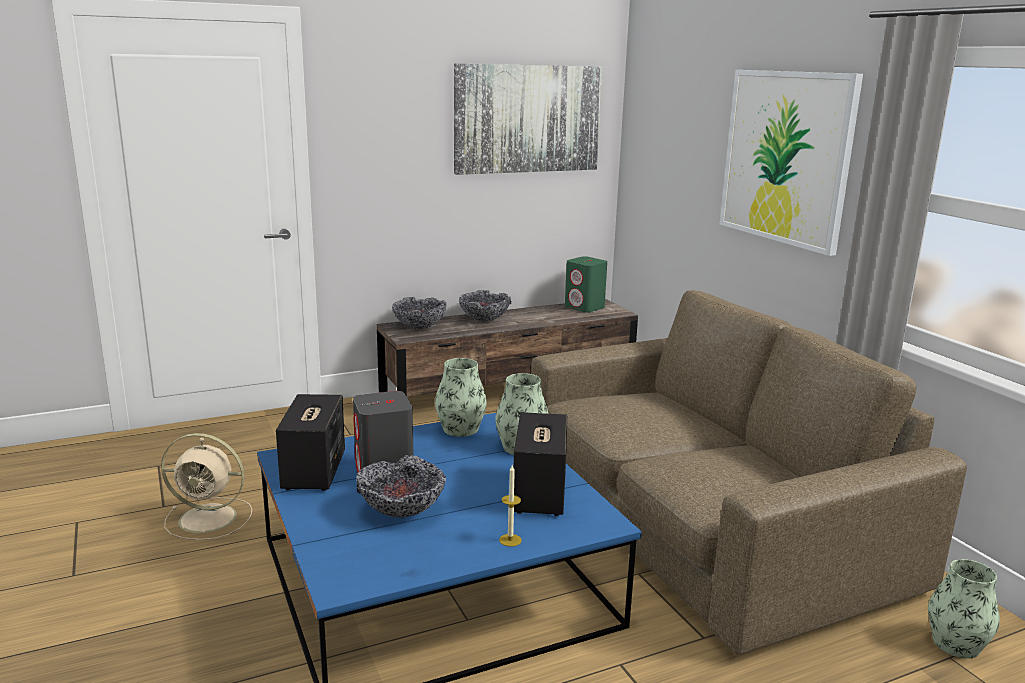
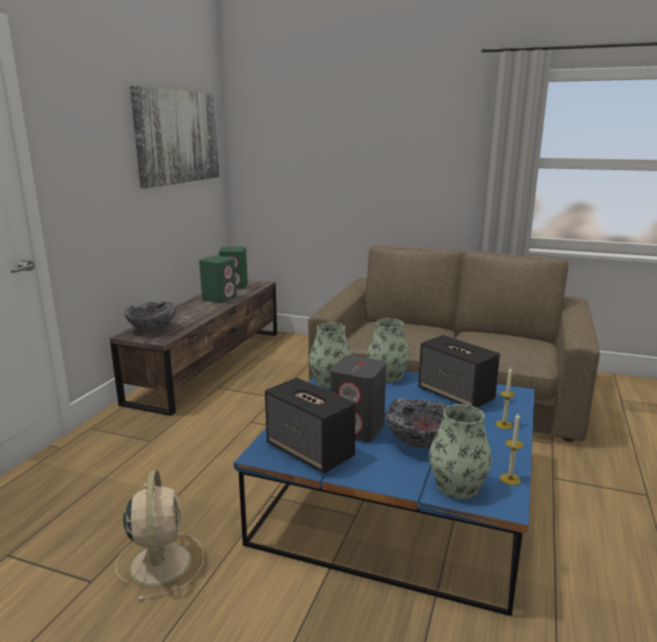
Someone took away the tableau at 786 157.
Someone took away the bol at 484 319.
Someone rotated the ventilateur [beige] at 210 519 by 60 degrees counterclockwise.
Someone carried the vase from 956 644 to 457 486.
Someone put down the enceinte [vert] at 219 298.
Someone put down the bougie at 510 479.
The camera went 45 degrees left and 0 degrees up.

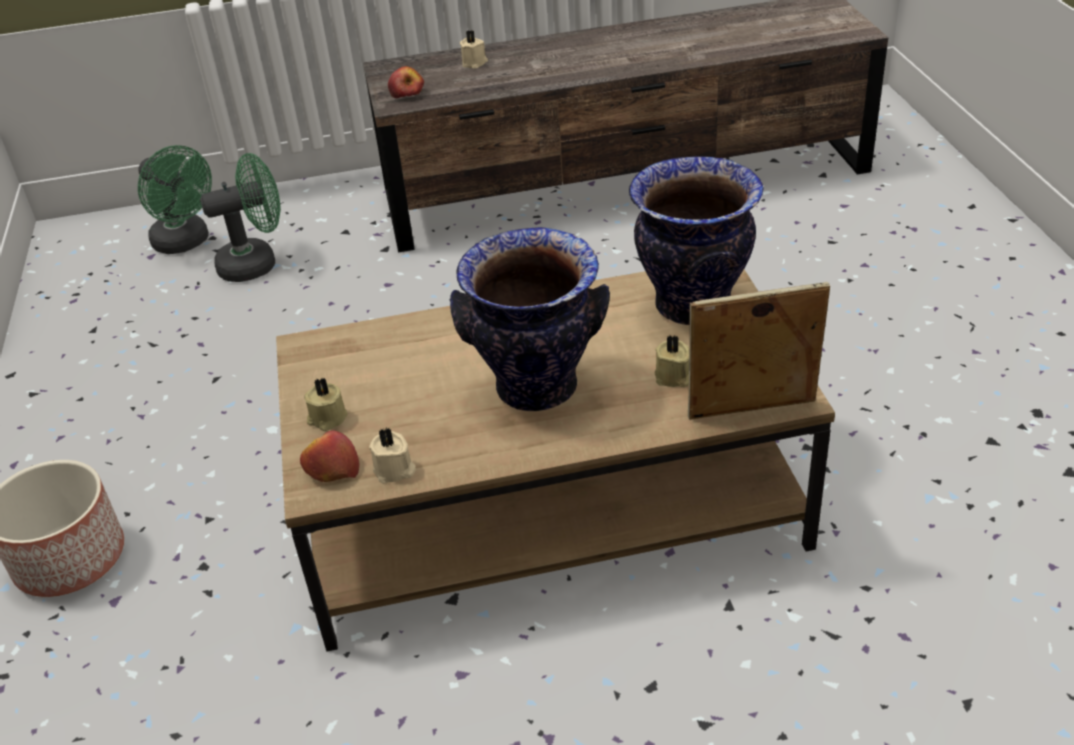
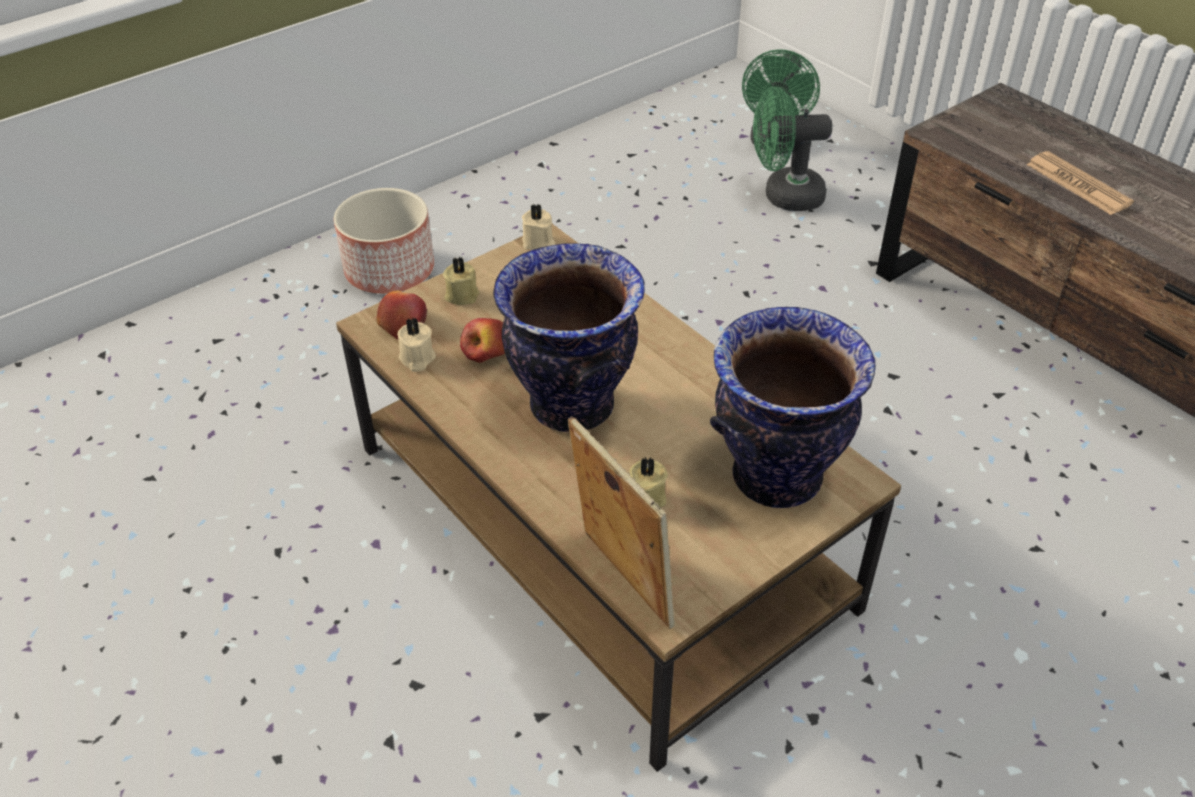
Someone carried the bougie [beige] from 475 63 to 538 243.
Someone carried the pomme from 407 93 to 488 351.
Someone rotated the ventilateur [vert] at 257 263 by 135 degrees clockwise.
Someone put down the journal at 1078 184.
The camera went 60 degrees right and 5 degrees up.

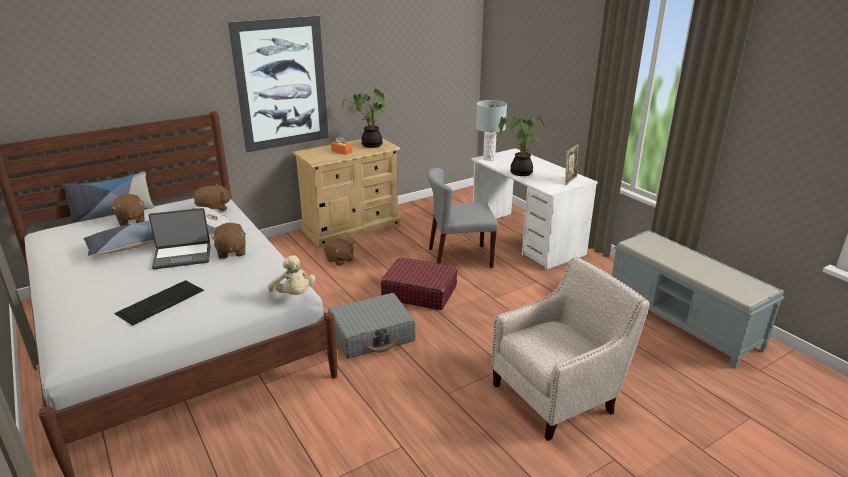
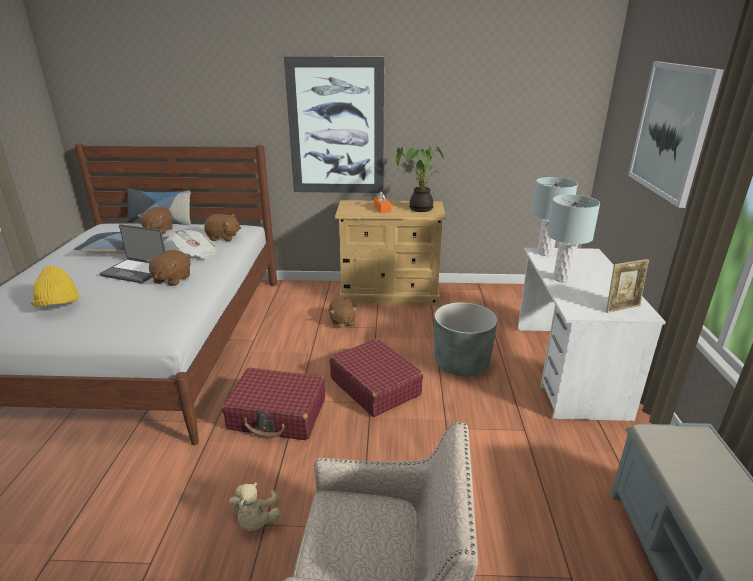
Someone swapped the plante en pot at 519 172 for the lampe de table [gris] at 561 279.
Someone swapped the chaise [gris] at 459 258 for the cache-pot [gris] at 461 363.
Someone carried the peluche [beige] from 294 295 to 256 521.
Someone swapped the clavier at 161 301 for the chapeau [jaune] at 59 306.
Someone repainted the valise [gris] at 372 335, which became the valise [rouge] at 278 414.
Someone put up the tableau at 671 130.
The camera went 35 degrees right and 0 degrees up.

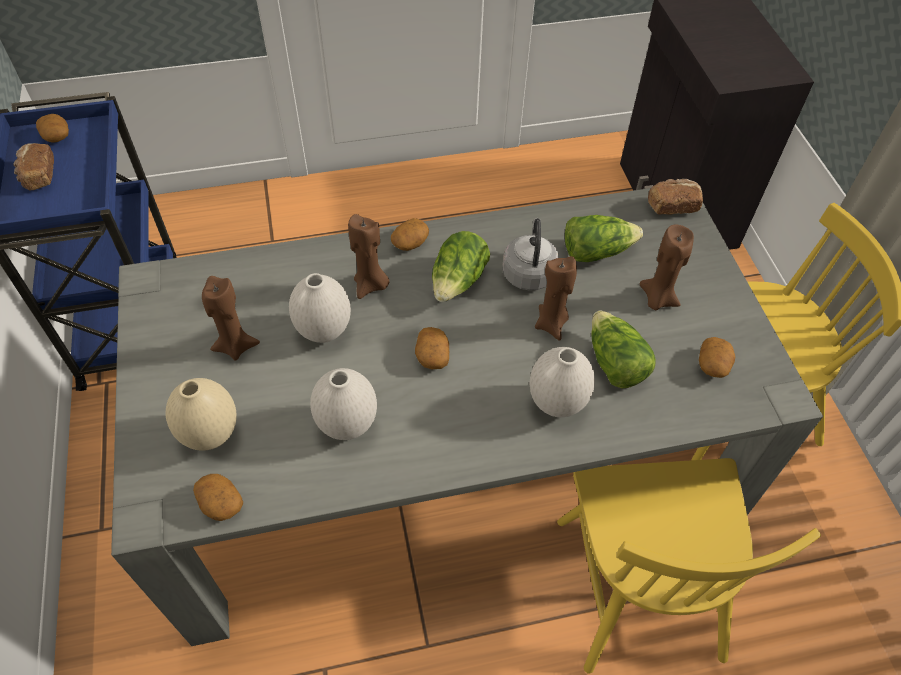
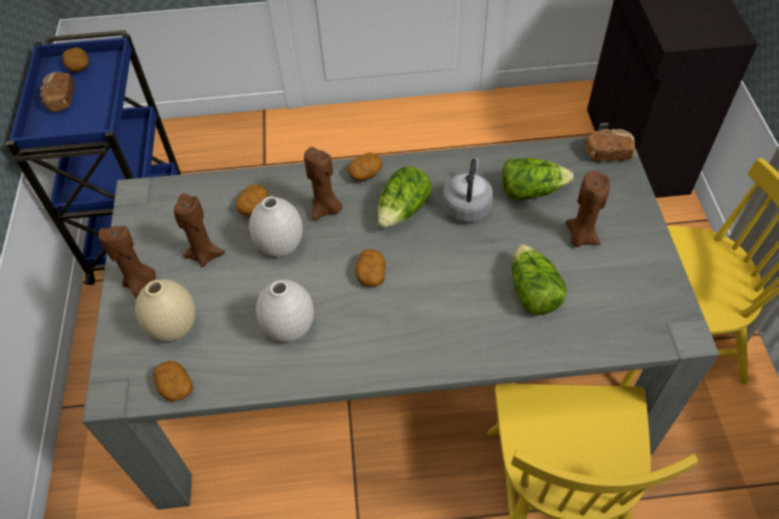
Someone carried the bougie [marron] from 551 324 to 140 283.
Someone carried the pomme de terre from 713 365 to 254 207.
Someone took away the vase [blanc] at 556 403.
The camera went 10 degrees right and 0 degrees up.

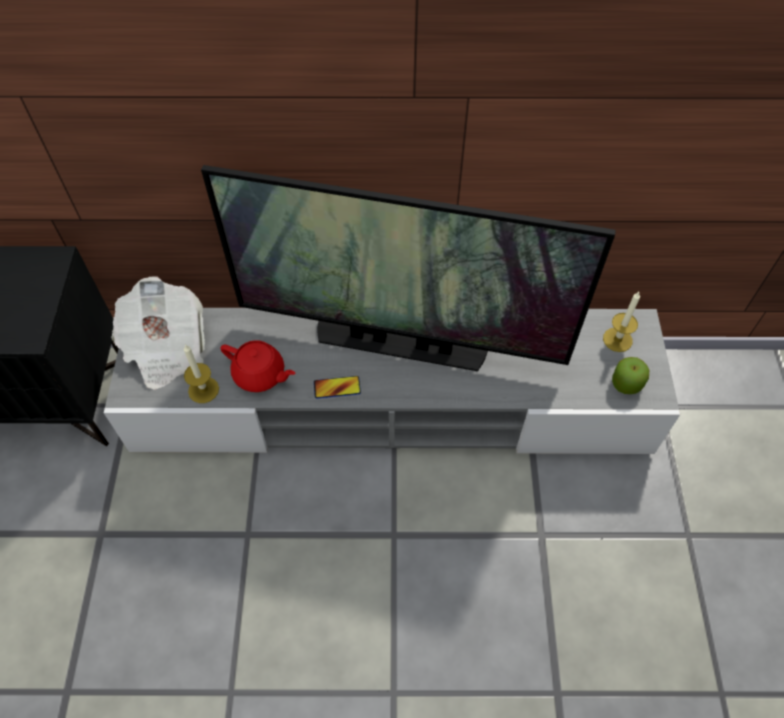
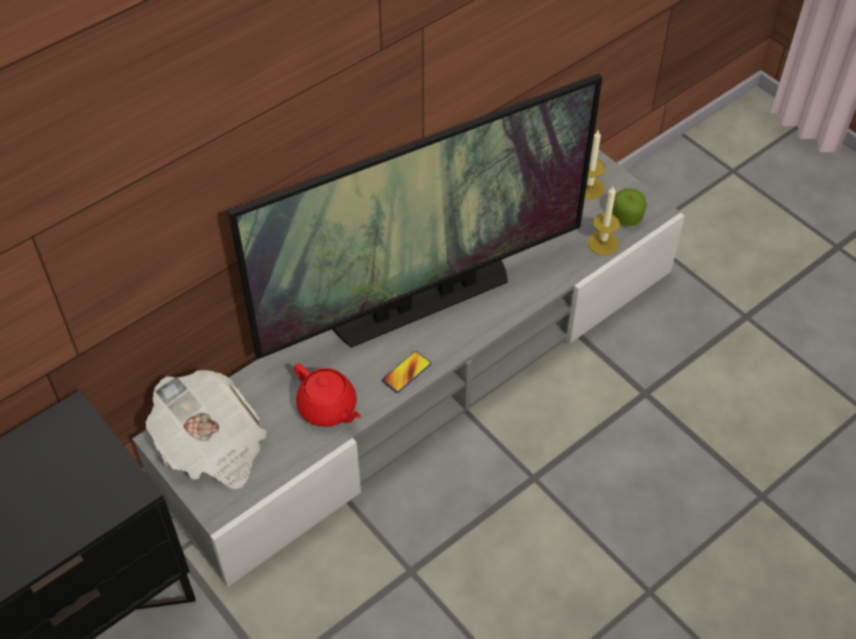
Someone rotated the théière [rouge] at 260 375 by 60 degrees clockwise.
Someone carried the bougie from 203 390 to 603 243.
The camera went 40 degrees left and 5 degrees down.

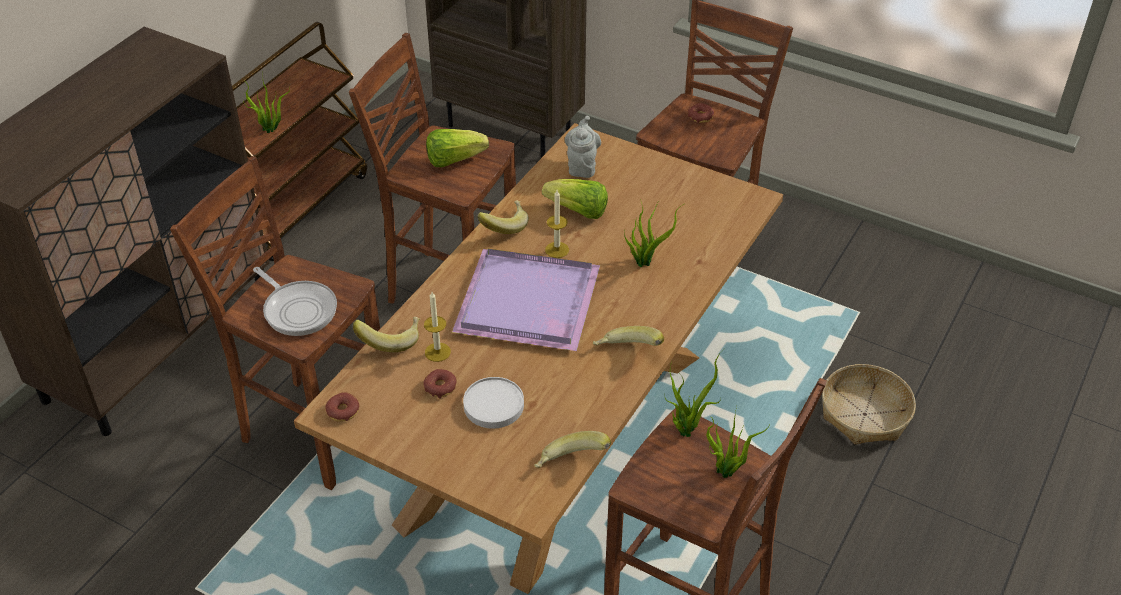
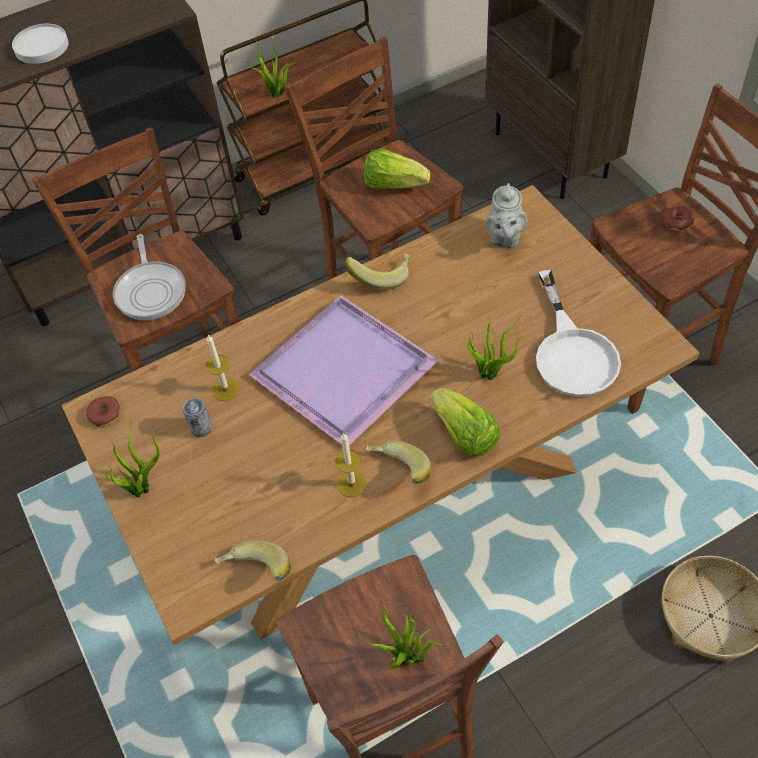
Someone rotated the théière [gris] at 582 166 by 150 degrees clockwise.
Someone carried the laitue from 578 211 to 464 435.
Someone carried the bougie from 557 250 to 352 484.
Someone took away the banane at 390 340.
Someone carried the plante en pot from 686 428 to 143 487.
Someone swapped the beignet at 440 387 for the boîte métallique at 201 428.
Someone carried the assiette [blanc] from 493 405 to 41 46.
Someone put down the poêle [blanc] at 572 352.
The camera went 35 degrees right and 10 degrees up.

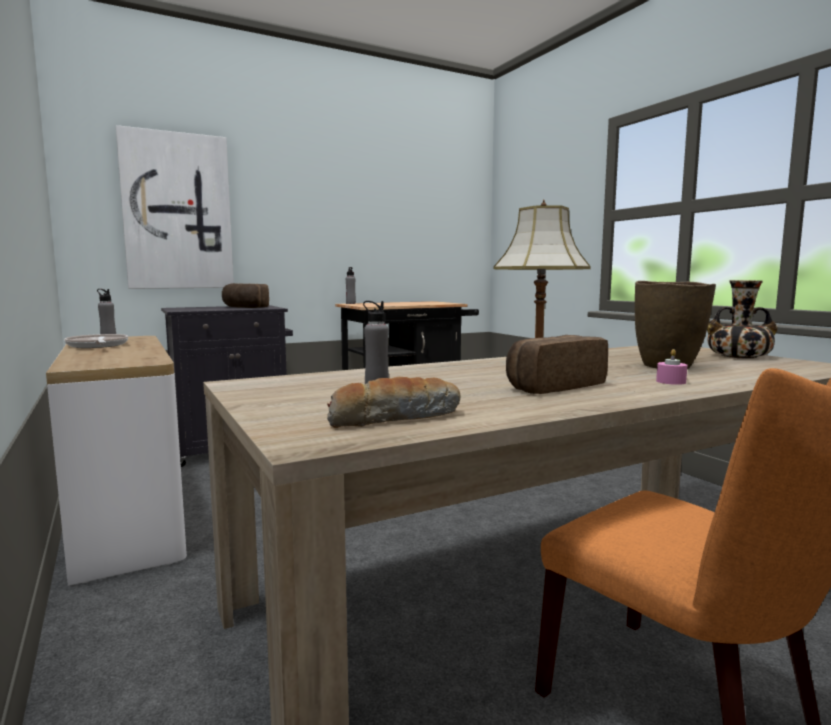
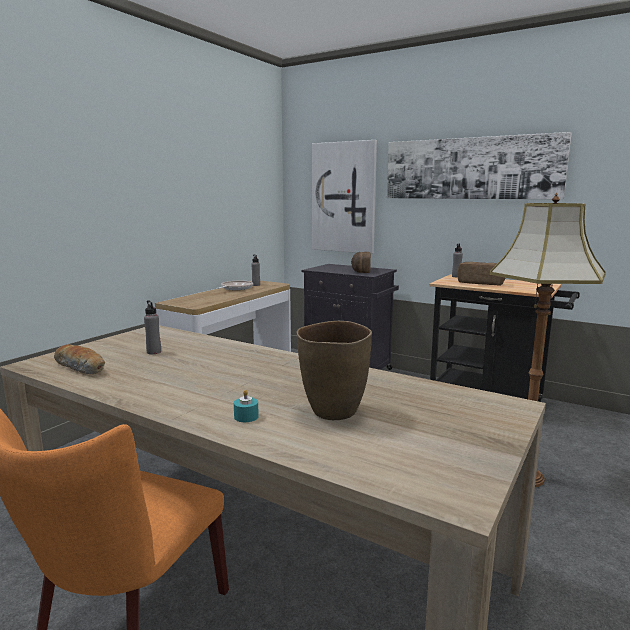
Someone took away the vase at 740 356.
Someone carried the pain from 552 386 to 481 283.
Someone repainted the bougie [rose] at 671 381, which became the bougie [turquoise] at 246 417.
Someone put up the tableau at 470 168.
The camera went 60 degrees right and 5 degrees up.

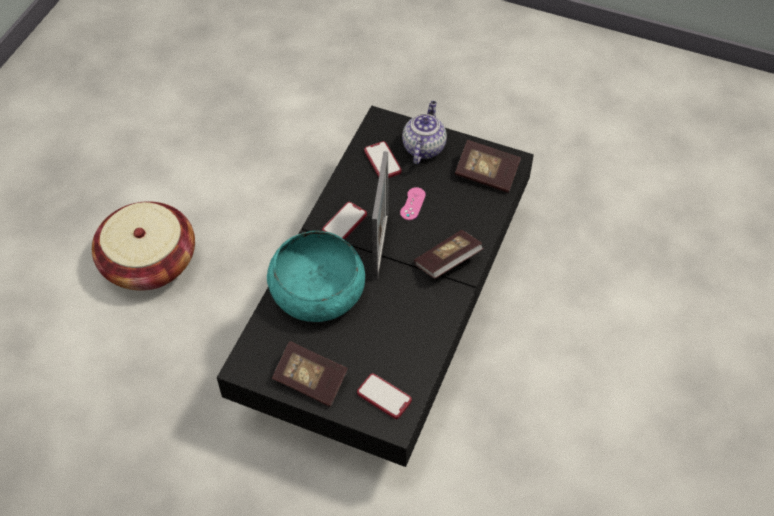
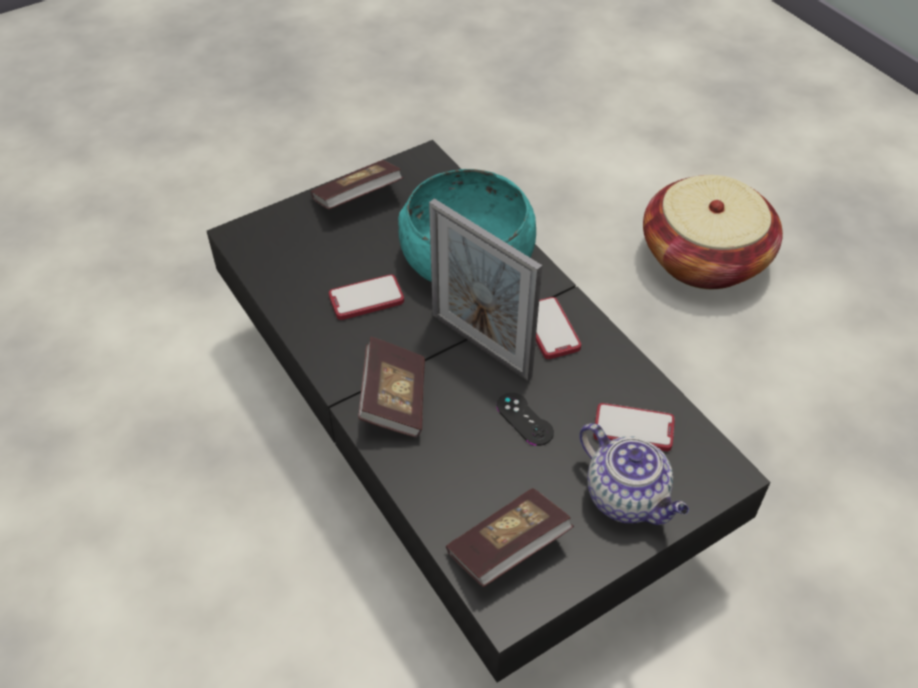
Someone repainted the manette [rose] at 412 204, which became the manette [noir] at 524 419.
Someone carried the téléphone from 384 397 to 366 299.
The camera went 125 degrees right and 5 degrees down.

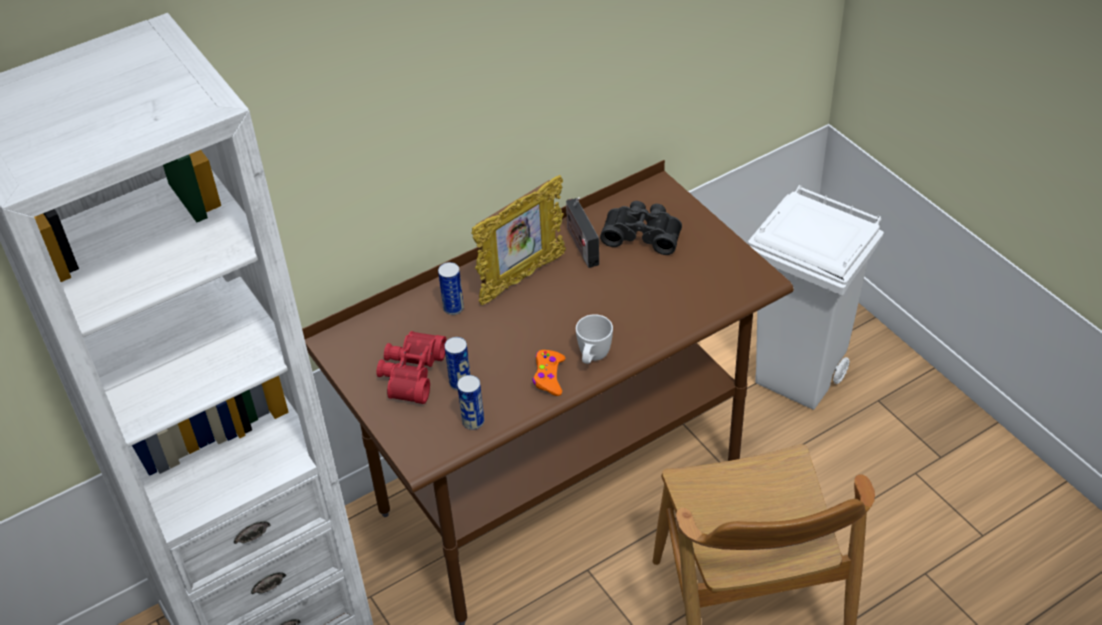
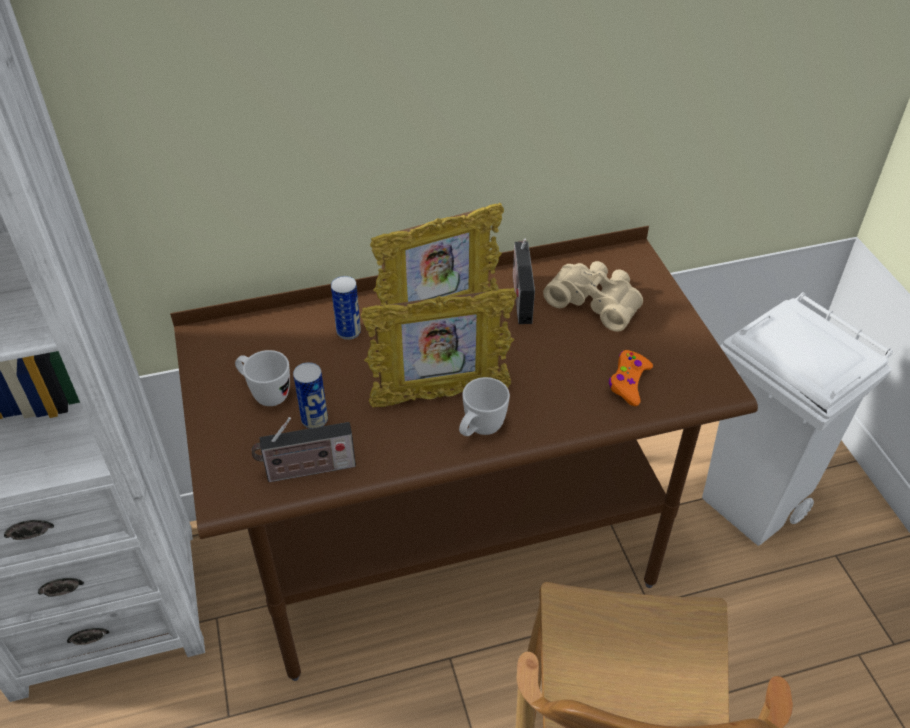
Someone repainted the jumelles [noir] at 642 234, which became the jumelles [beige] at 595 301.
Someone swapped the jumelles [rouge] at 410 374 for the mug [blanc] at 265 394.
Someone carried the manette [orange] from 549 376 to 628 382.
Someone swapped the boîte métallique at 473 422 for the radio at 306 470.
Someone put down the cadre photo at 440 396.
The camera went 15 degrees right and 0 degrees up.

